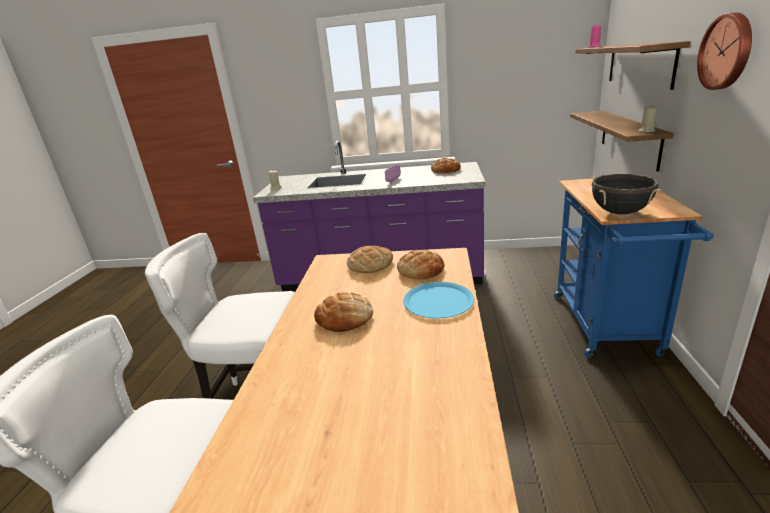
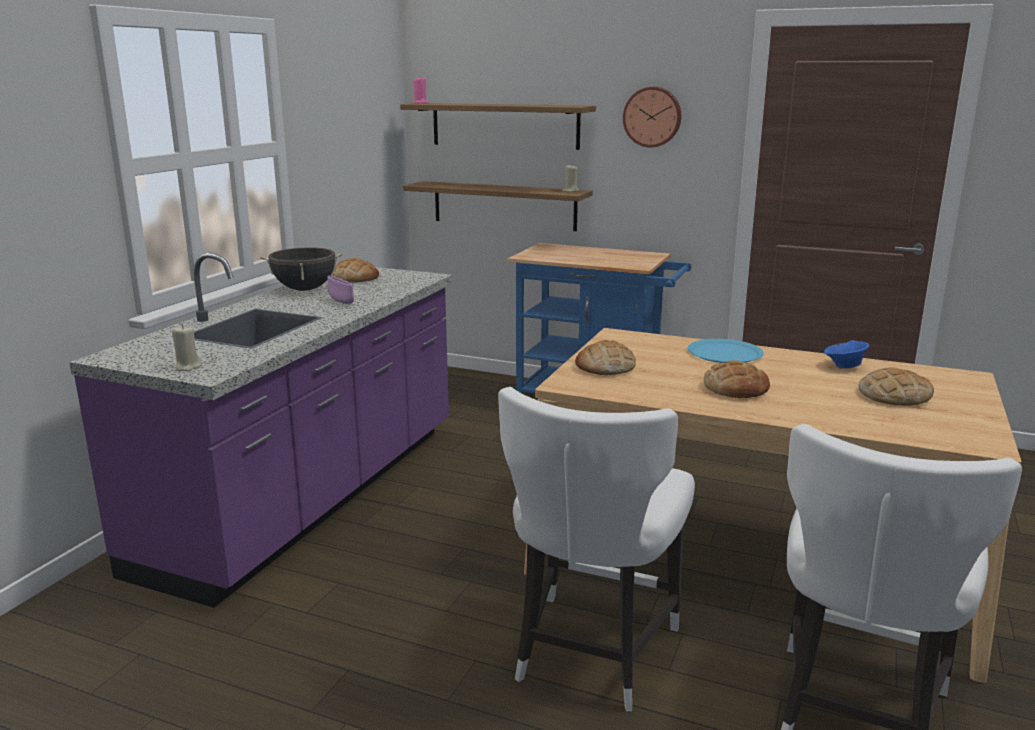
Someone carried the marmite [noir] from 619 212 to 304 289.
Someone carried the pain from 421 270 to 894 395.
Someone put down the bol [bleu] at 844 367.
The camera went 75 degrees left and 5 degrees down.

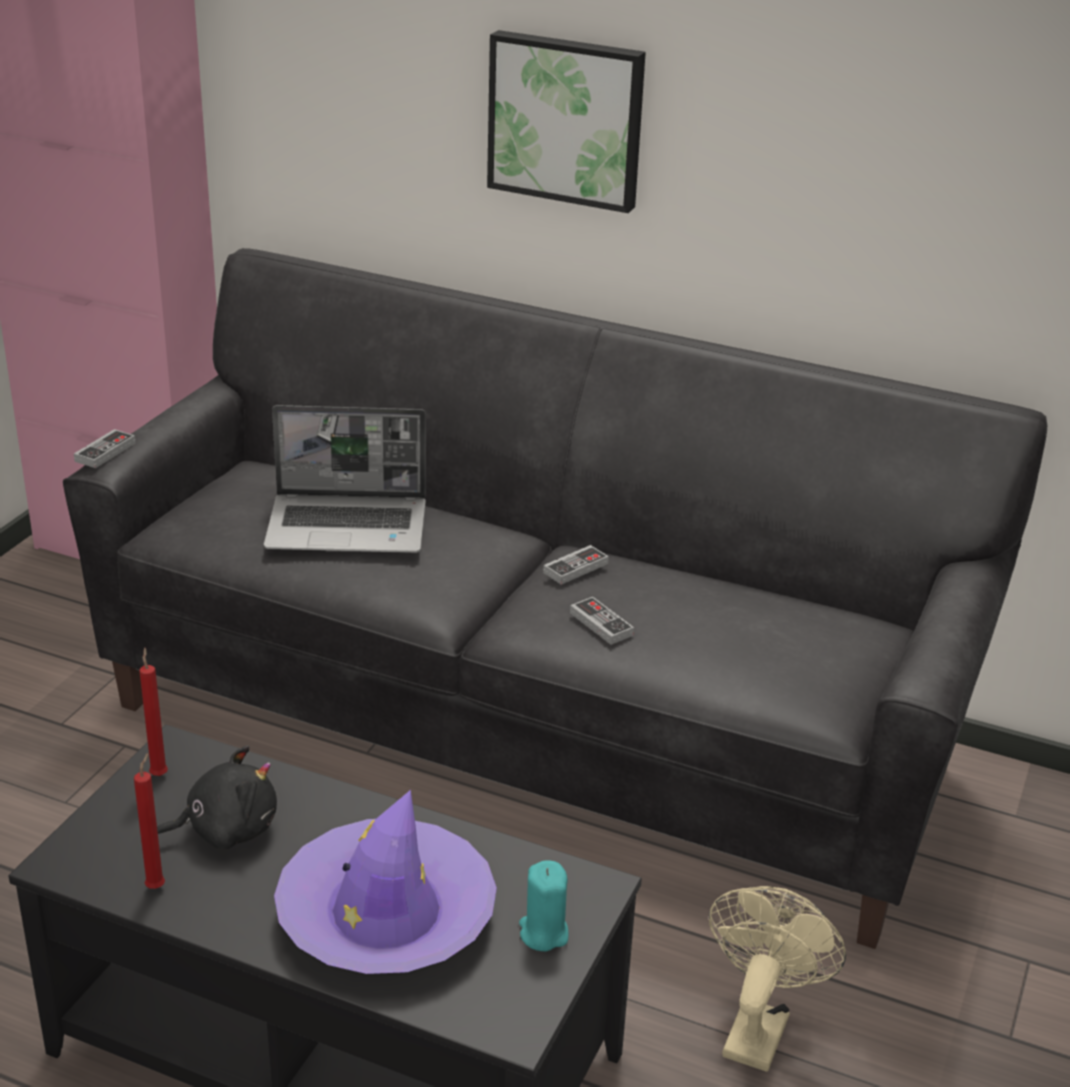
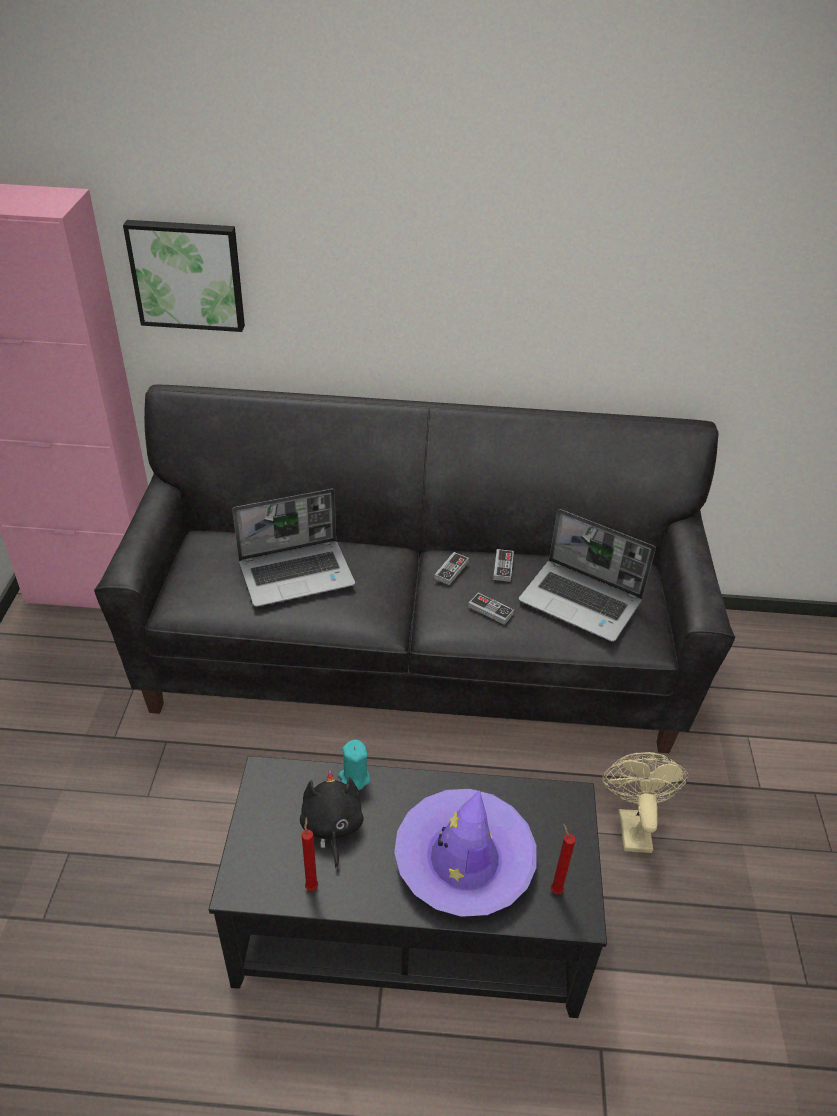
Someone carried the tableau from 567 119 to 188 274.
Someone carried the manette from 105 452 to 503 567.
Someone carried the bougie [rouge] from 159 773 to 555 889.
Someone rotated the peluche [noir] at 225 829 by 60 degrees counterclockwise.
Someone carried the bougie [turquoise] from 543 933 to 354 778.
Someone put down the ordinateur portable at 582 602.
The camera went 20 degrees left and 10 degrees up.

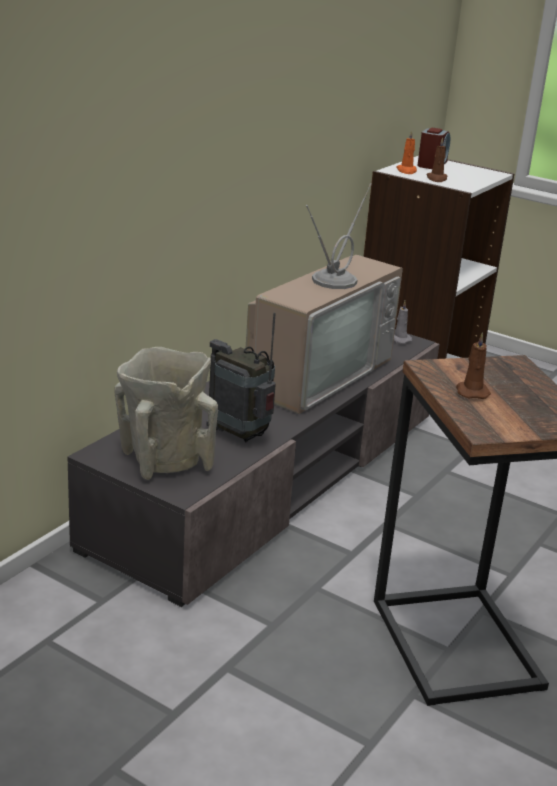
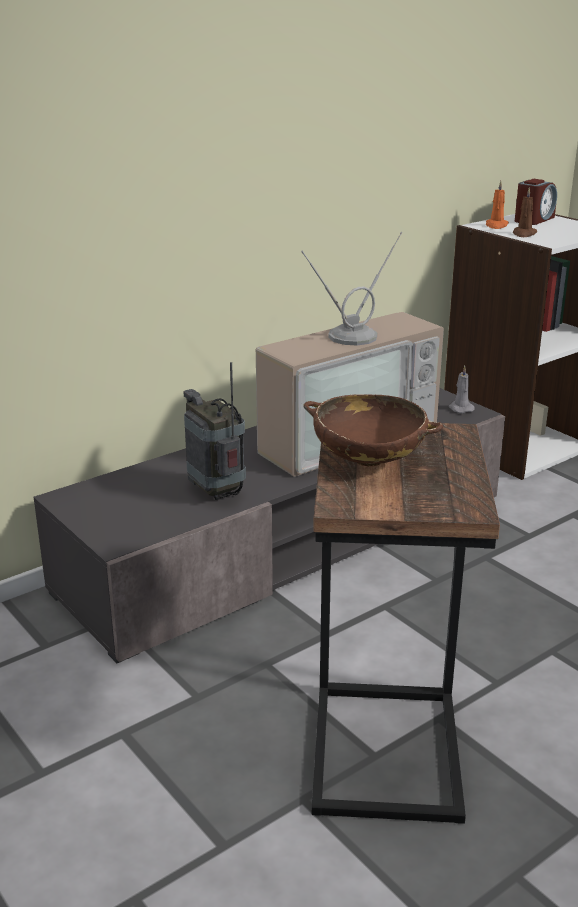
Someone swapped the bougie [marron] at 471 392 for the bol [marron] at 369 459.
Someone took away the vase [beige] at 164 461.
The camera went 20 degrees right and 0 degrees up.

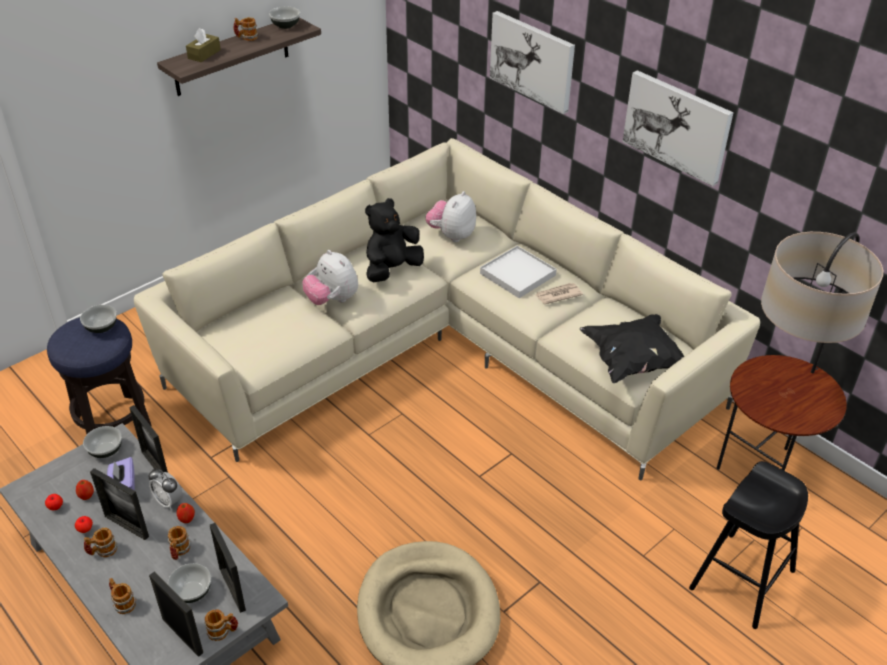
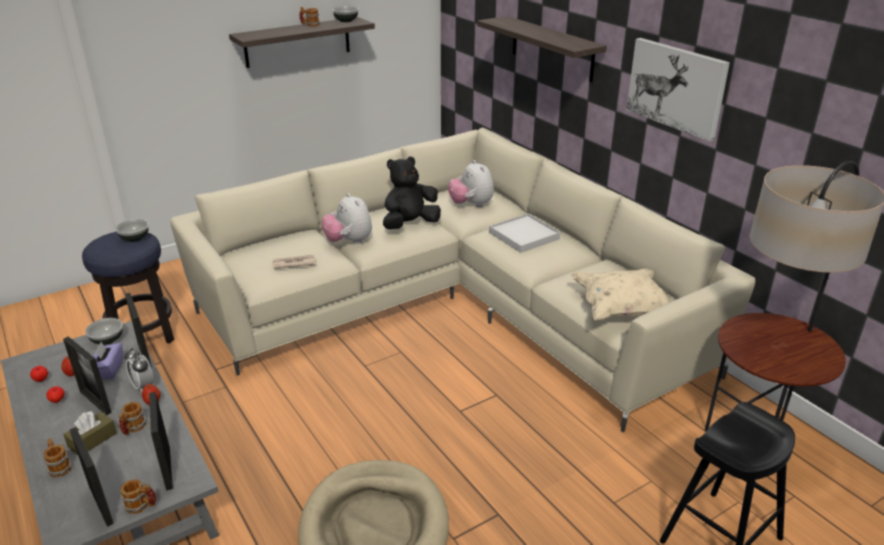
Someone swapped the tableau at 532 61 for the étagère at 552 48.
Someone carried the boîte à mouchoirs [marron] from 204 54 to 92 440.
Someone rotated the peluche at 451 235 by 60 degrees counterclockwise.
Someone carried the journal from 557 295 to 293 263.
Someone repainted the coussin [noir] at 633 361, which became the coussin [beige] at 621 310.
Someone took away the mug at 102 551.
Someone took away the bol at 191 592.
The camera went 10 degrees right and 10 degrees down.

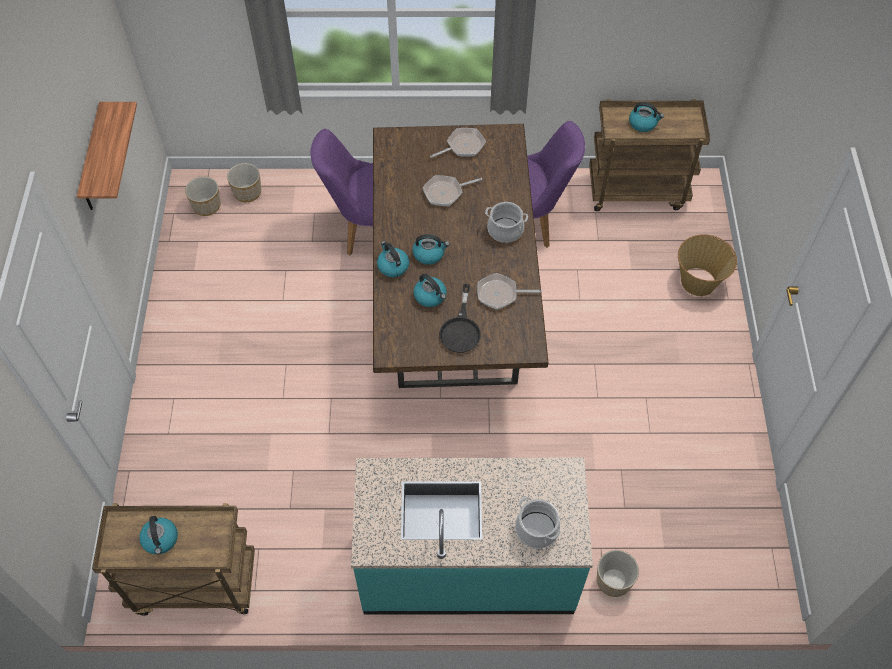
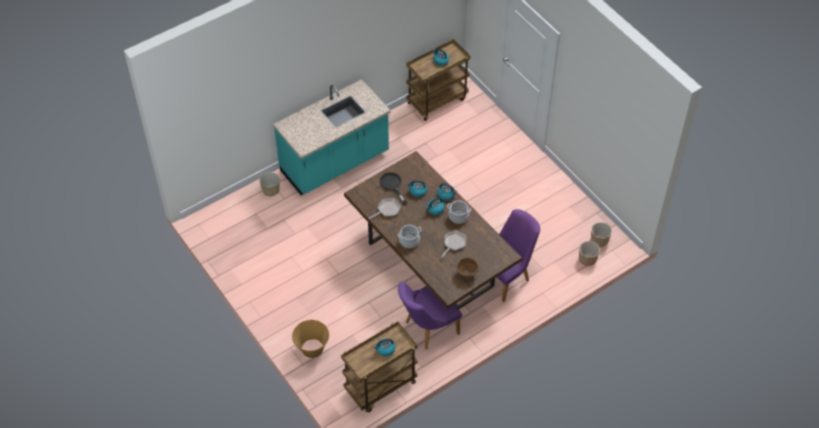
Someone took away the étagère at 93 160.
Someone swapped the poêle at 463 146 for the bol [marron] at 467 273.
Someone carried the marmite from 537 529 to 458 216.
The camera went 145 degrees right and 5 degrees down.

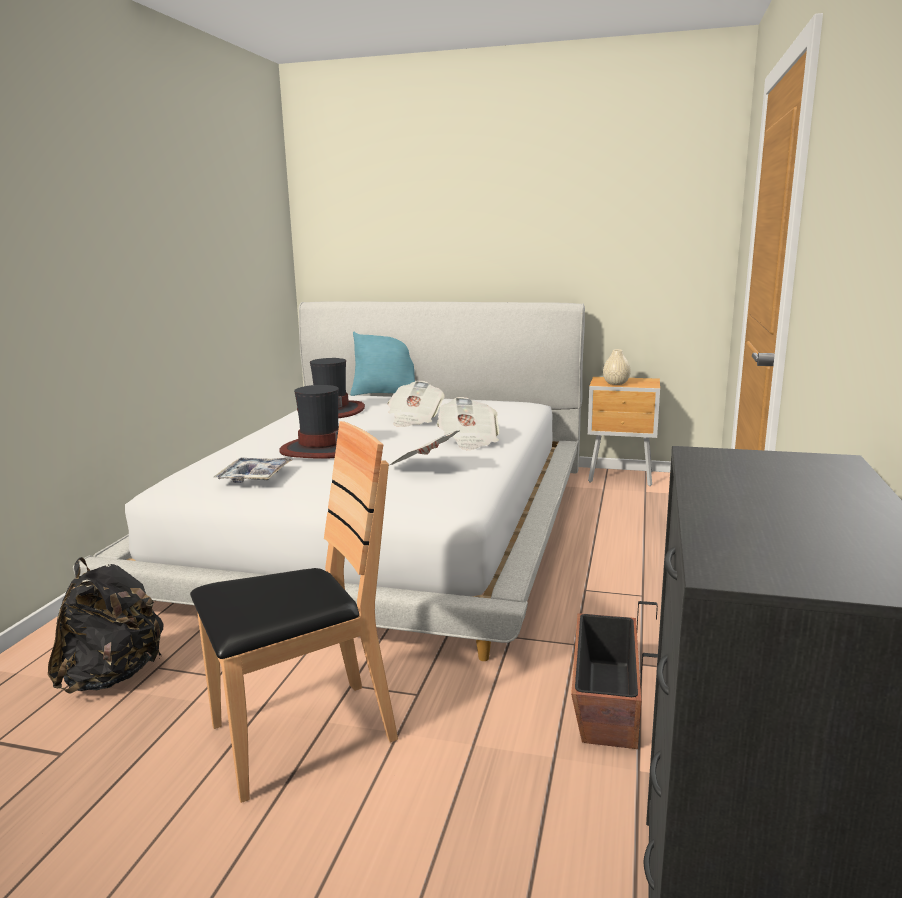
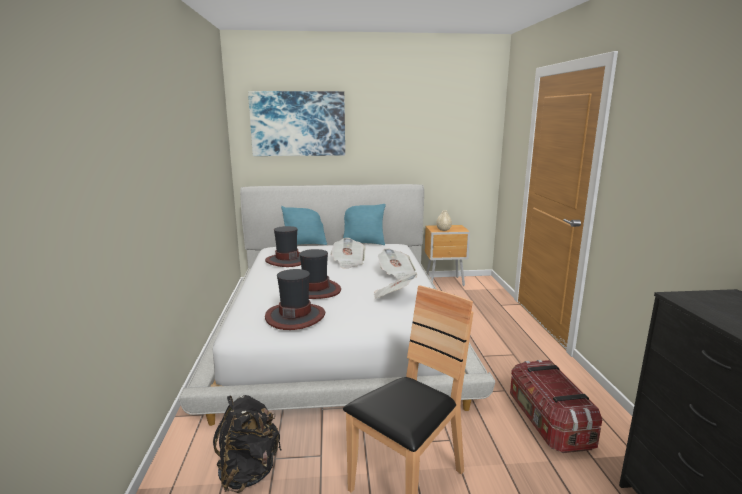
Someone swapped the plateau at 254 476 for the chapeau at 295 316.
Someone swapped the cache-pot at 606 702 for the boîte de rangement at 548 422.
Someone put up the tableau at 298 124.
Someone put down the coussin [turquoise] at 363 243.
The camera went 20 degrees left and 0 degrees up.

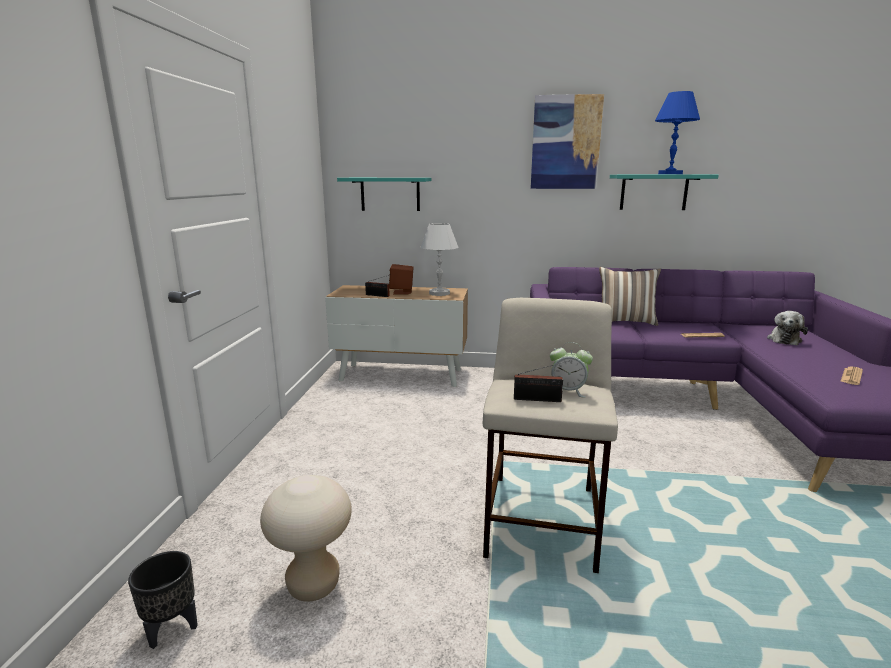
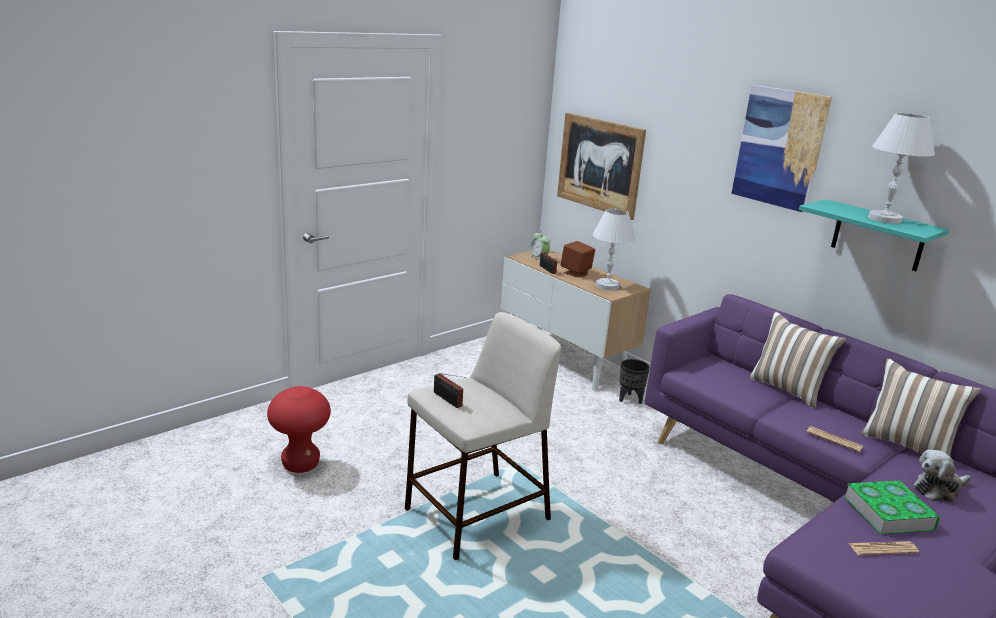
Someone repainted the lampe de table [bleu] at 669 174, which became the lampe de table [blanc] at 884 219.
Someone swapped the étagère [turquoise] at 390 194 for the tableau at 600 164.
Someone carried the réveil from 568 391 to 539 258.
Someone repainted the tabouret [beige] at 313 585, which became the tabouret [rouge] at 300 464.
Someone carried the cache-pot [noir] from 173 629 to 630 399.
Someone put down the coussin at 907 445.
Someone put down the livre at 888 513.
The camera went 40 degrees right and 5 degrees up.

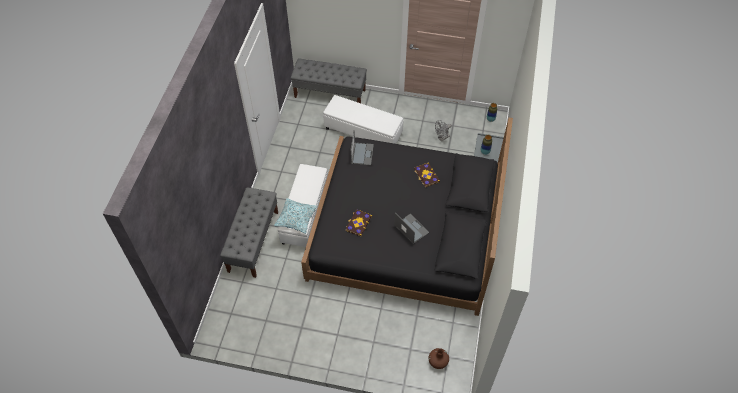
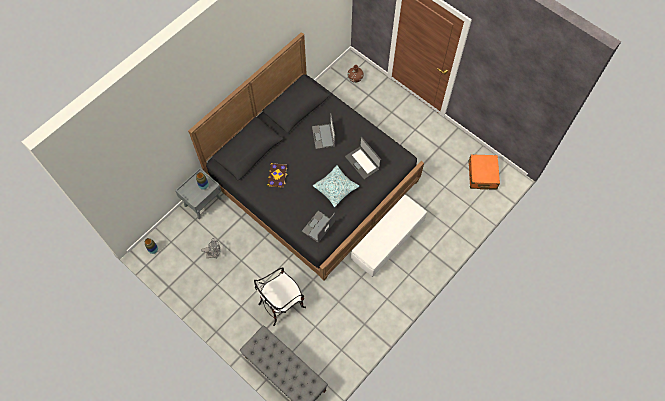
Someone swapped the pouf [blanc] at 363 131 for the chaise at 281 303.
Someone took away the banc [gris] at 253 241.
Someone carried the coussin from 296 218 to 335 188.
Someone swapped the livre at 358 223 for the ordinateur portable at 362 162.
Someone put down the valise [orange] at 482 175.
The camera went 150 degrees left and 10 degrees up.

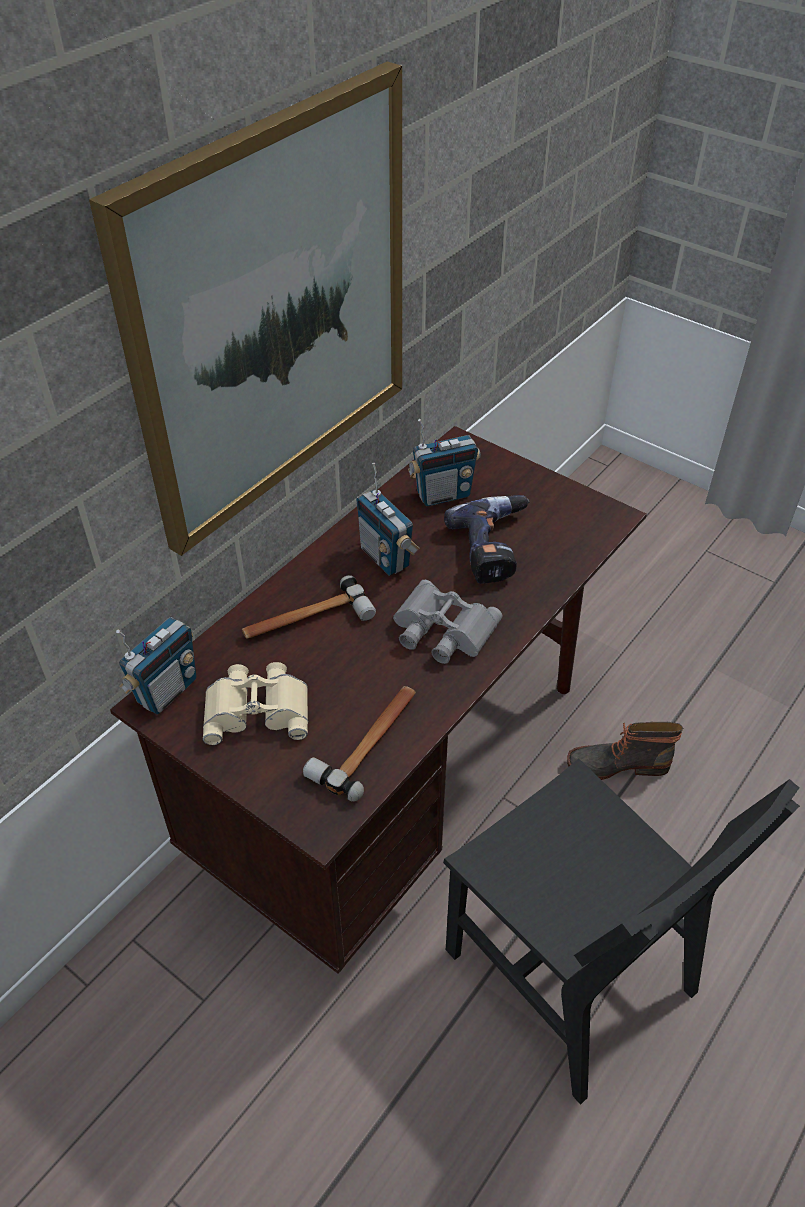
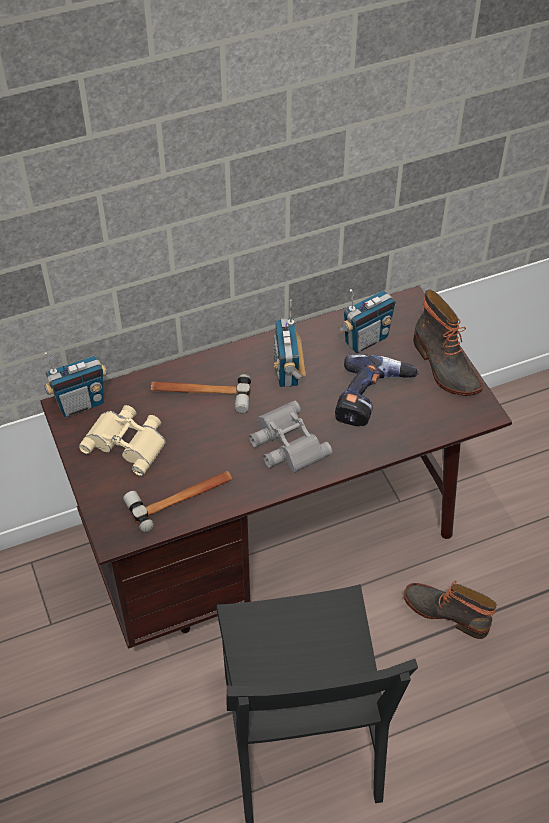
Someone took away the tableau at 274 312.
Someone rotated the radio at 443 494 by 45 degrees counterclockwise.
Someone put down the botte at 444 367.
The camera went 30 degrees right and 5 degrees up.

